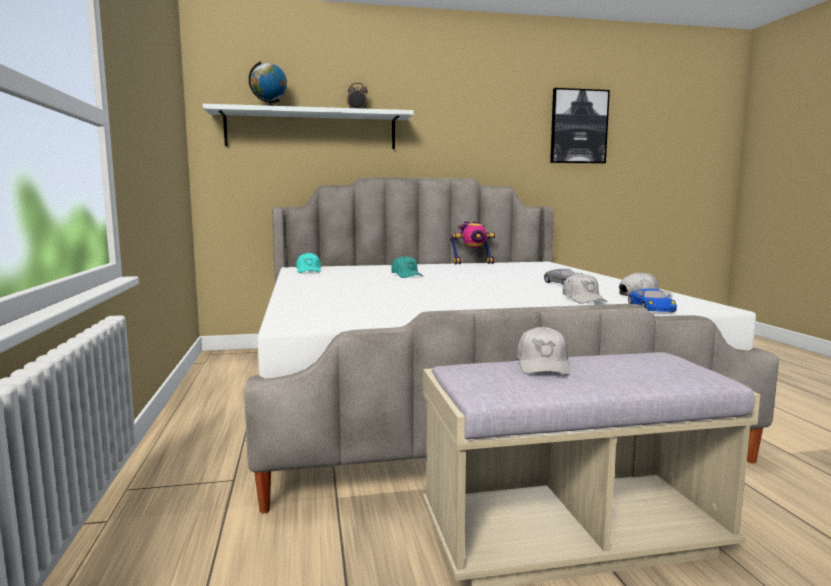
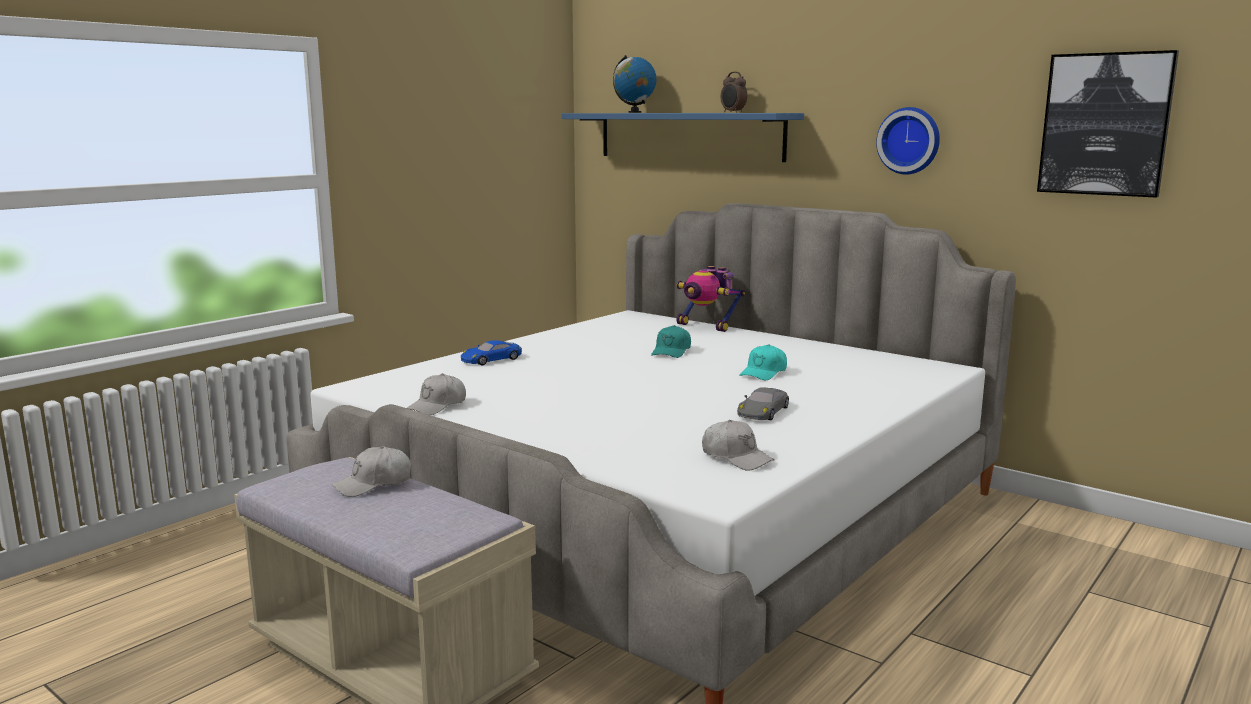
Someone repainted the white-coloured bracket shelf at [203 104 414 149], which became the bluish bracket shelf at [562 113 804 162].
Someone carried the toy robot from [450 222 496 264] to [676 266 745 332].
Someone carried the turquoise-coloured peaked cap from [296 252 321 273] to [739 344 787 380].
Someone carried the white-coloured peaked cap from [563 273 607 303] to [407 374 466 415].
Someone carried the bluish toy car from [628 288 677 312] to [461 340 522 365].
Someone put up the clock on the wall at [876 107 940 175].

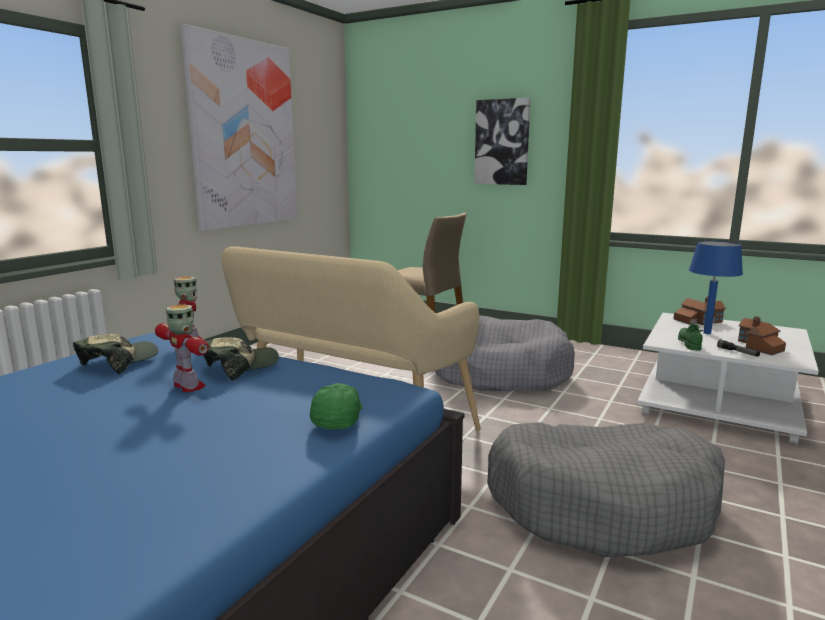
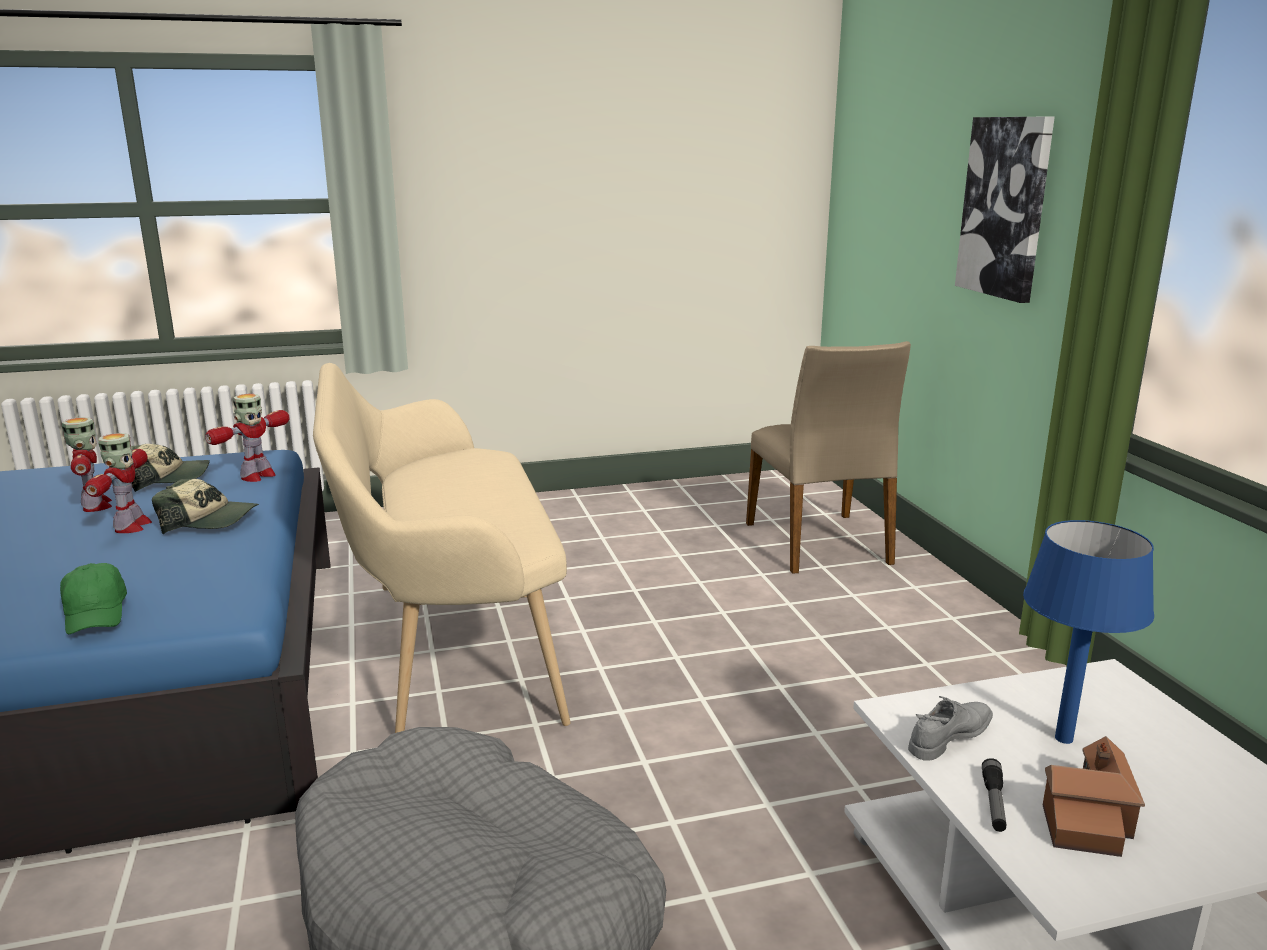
Someone took away the picture at [180 24 297 231].
Someone took away the model house at [673 297 726 325].
Someone took away the greyish dog cushion at [435 315 575 391].
Someone repainted the green low shoe at [678 323 703 351], which became the greyish low shoe at [908 696 993 761].
Someone rotated the green peaked cap at [310 383 362 429] by 105 degrees clockwise.
Someone put down the toy robot at [62 417 112 512].

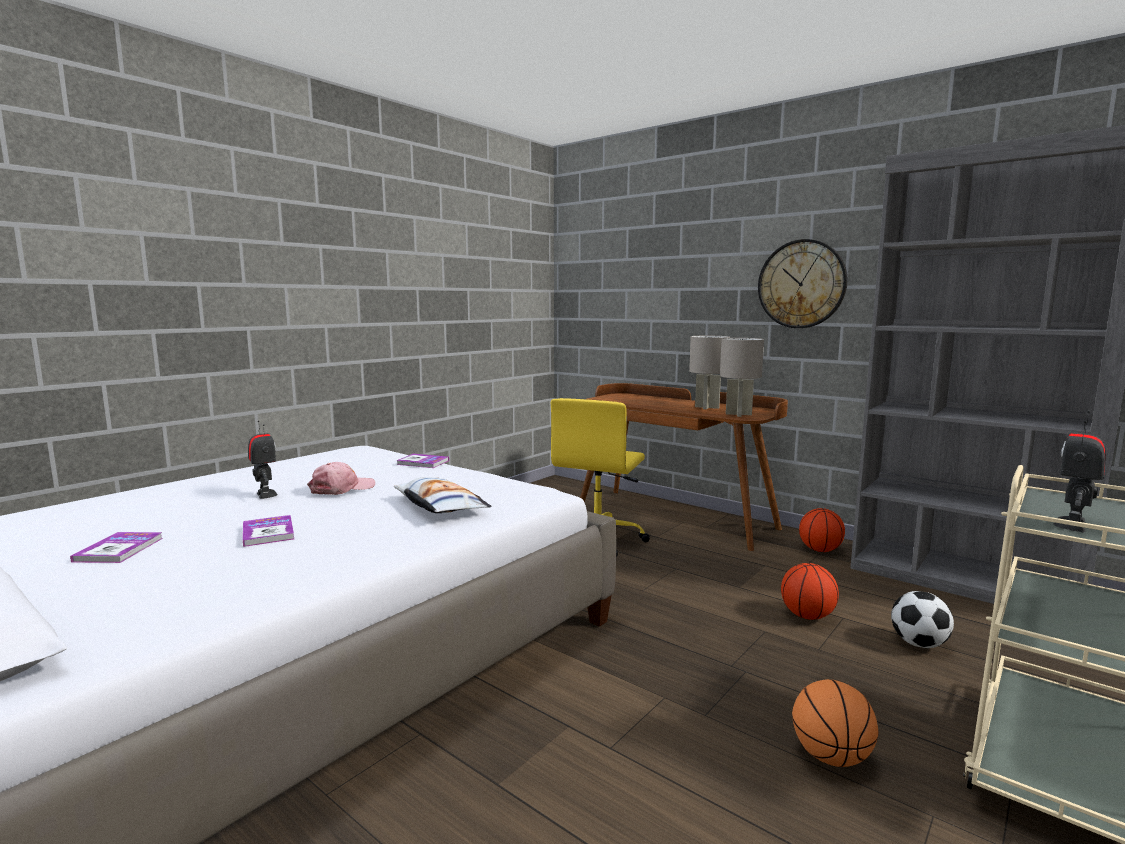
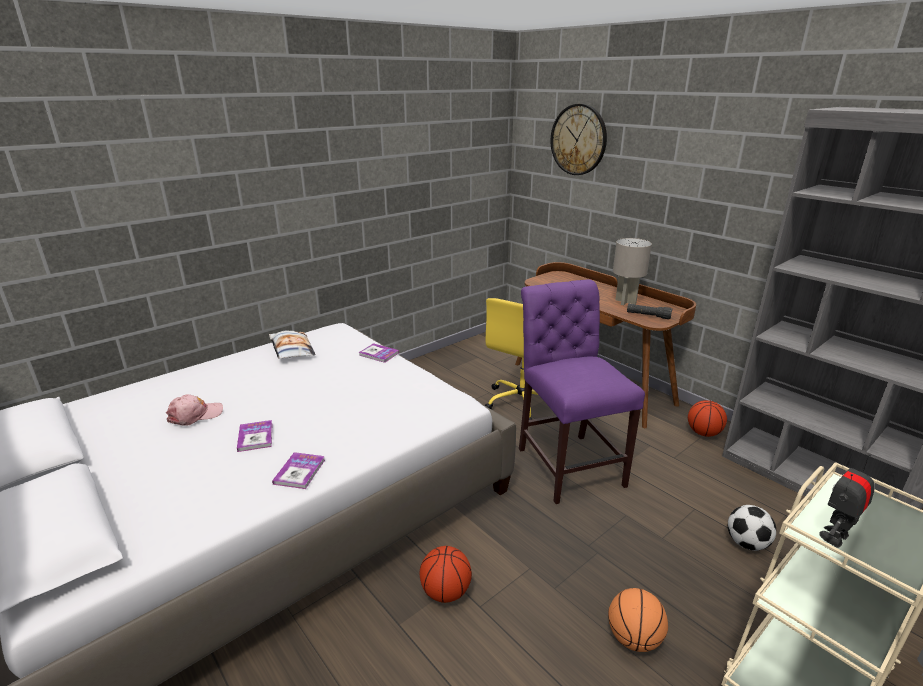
Someone carried the clock on the wall from [758 239 848 328] to [551 104 607 175].
Someone swapped the greyish lamp for a table at [720 338 764 417] for the blackish flashlight at [627 304 672 319].
Someone took away the toy robot at [248 420 278 499].
Someone carried the pinkish peaked cap from [307 462 375 495] to [166 394 223 426].
Someone carried the cushion from [394 477 491 513] to [269 330 316 359].
Someone carried the bound book from [70 532 163 563] to [272 452 325 489].
Someone carried the basketball from [781 563 839 620] to [420 546 472 603].
Someone put down the purple-coloured chair at [519 279 645 504].

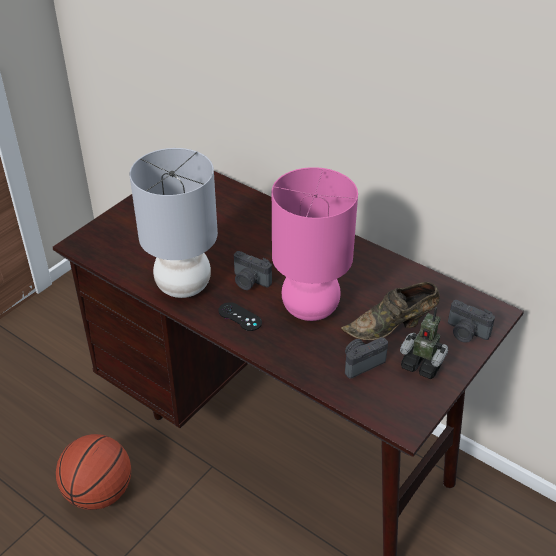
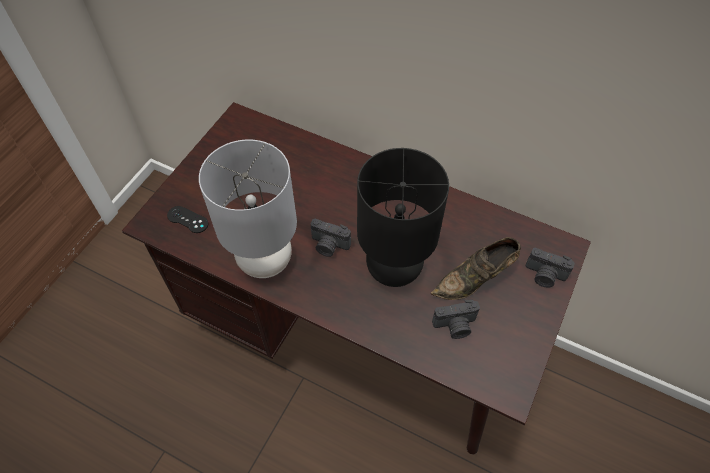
Someone repainted the pinkish lamp for a table at [272 167 358 321], which became the blackish lamp for a table at [357 148 449 287].
Someone carried the blackish game controller from [218 302 262 331] to [167 206 208 233].
Someone took away the toy robot at [400 308 448 379].
Someone rotated the still camera at [345 337 388 379] by 150 degrees counterclockwise.
Someone took away the basketball at [56 434 131 510].

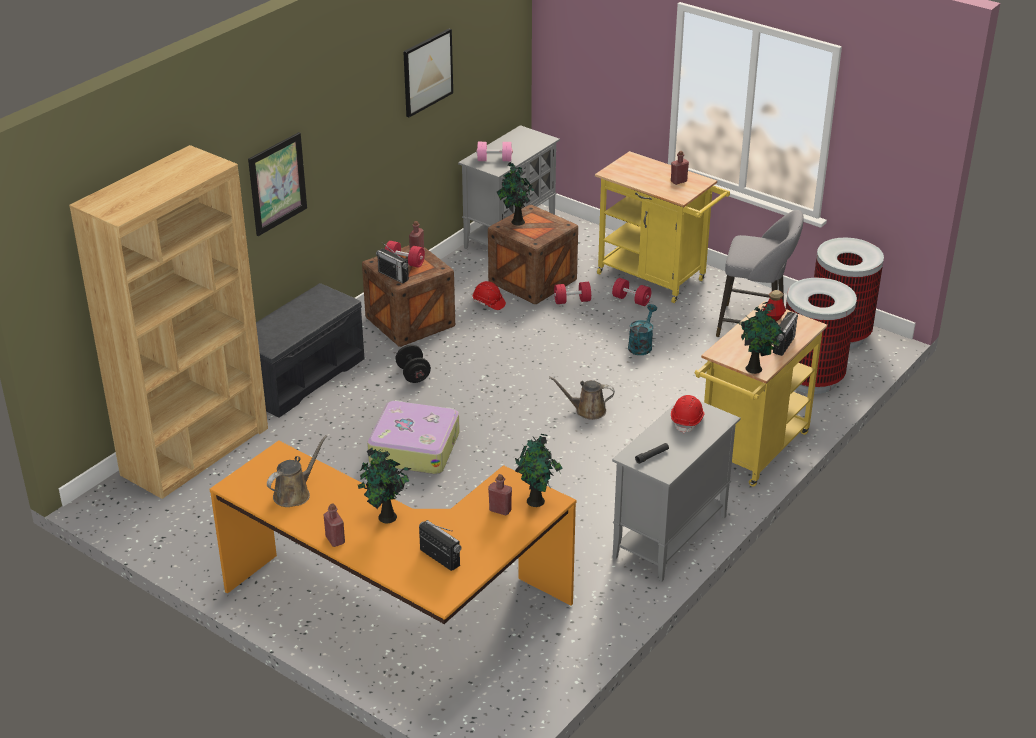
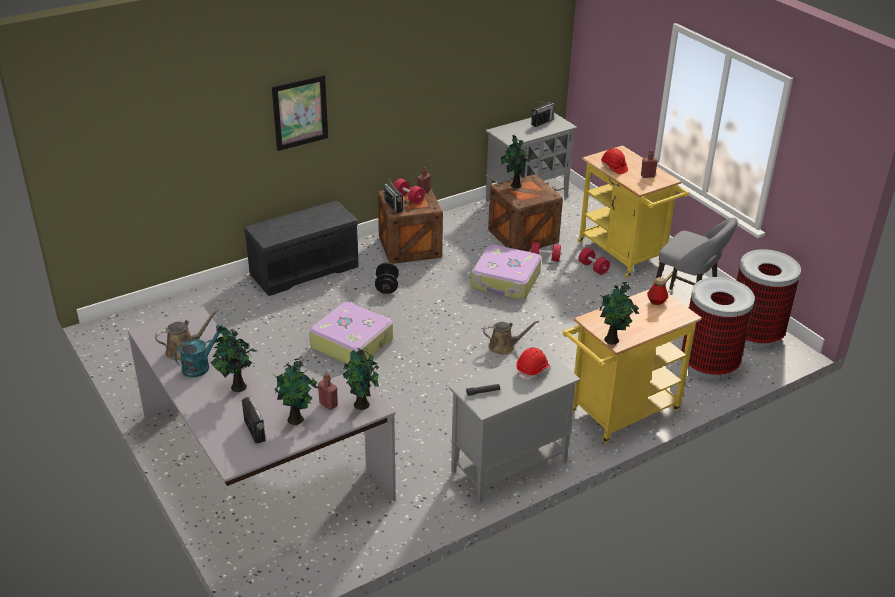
Someone took away the picture at [403 29 453 117].
Someone took away the pinkish free weight at [476 142 513 161].
Someone took away the brown shelving unit at [69 145 268 499].
Someone carried the red-coloured work helmet from [473 281 506 310] to [601 148 628 174].
Someone carried the turquoise-coloured watering can from [628 304 657 355] to [174 325 222 377].
Someone carried the radio from [773 312 798 356] to [531 102 556 127].
Someone rotated the brown watering can at [549 377 615 420] by 150 degrees clockwise.
Someone repainted the orangey desk unit at [210 441 577 624], which became the greyish desk unit at [128 307 396 502].
Someone took away the red-coloured bottle at [324 503 345 547].
Someone put down the travel case at [471 245 542 300].
Someone put down the plant in a pot at [272 358 318 425].

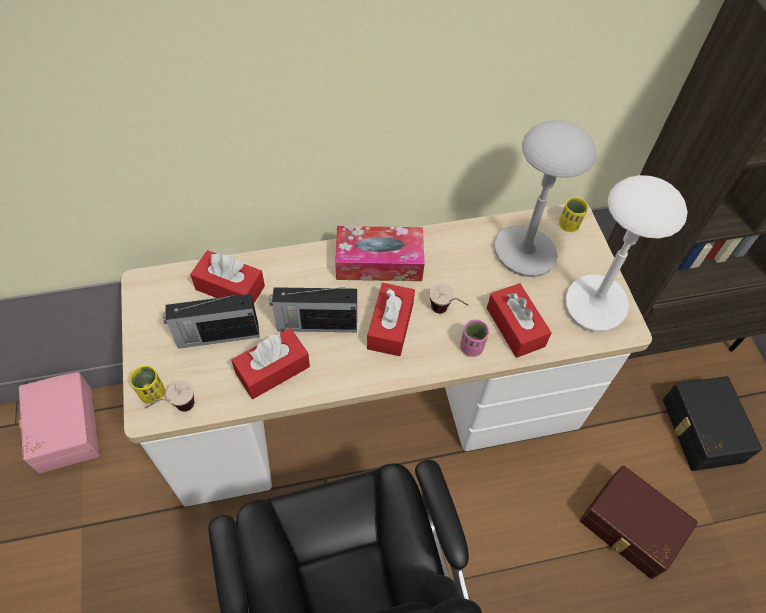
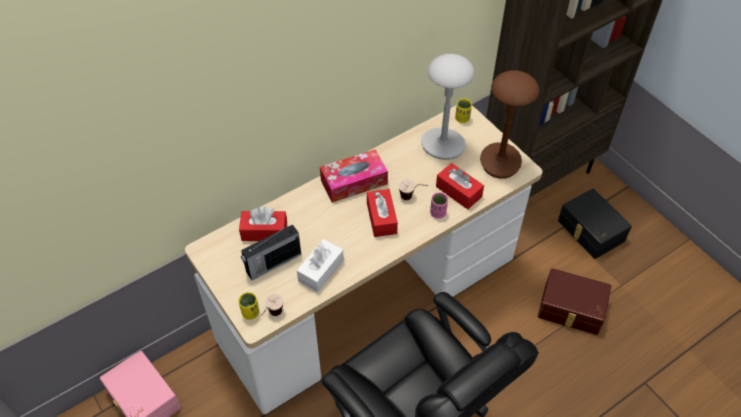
Someone repainted the white-coloured lamp for a table at [565 175 687 332], which became the brown lamp for a table at [480 70 540 179].
Someone took away the radio at [269 287 357 332].
Someone repainted the red-coloured tissue box at [231 328 310 399], which became the white-coloured tissue box at [297 239 344 292].

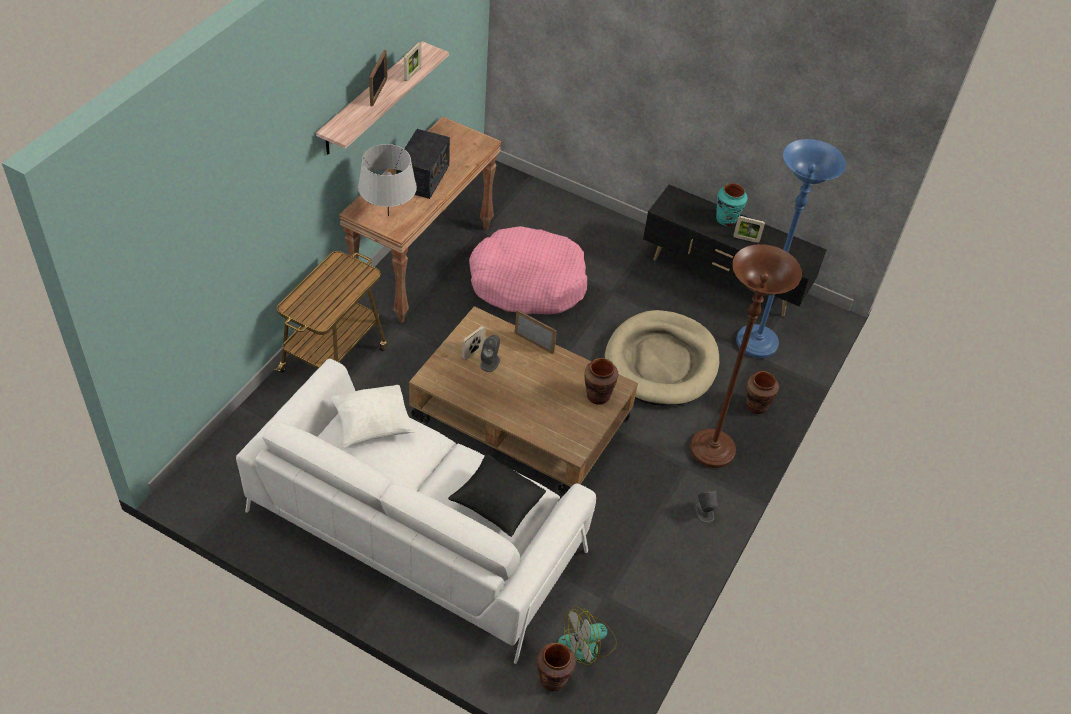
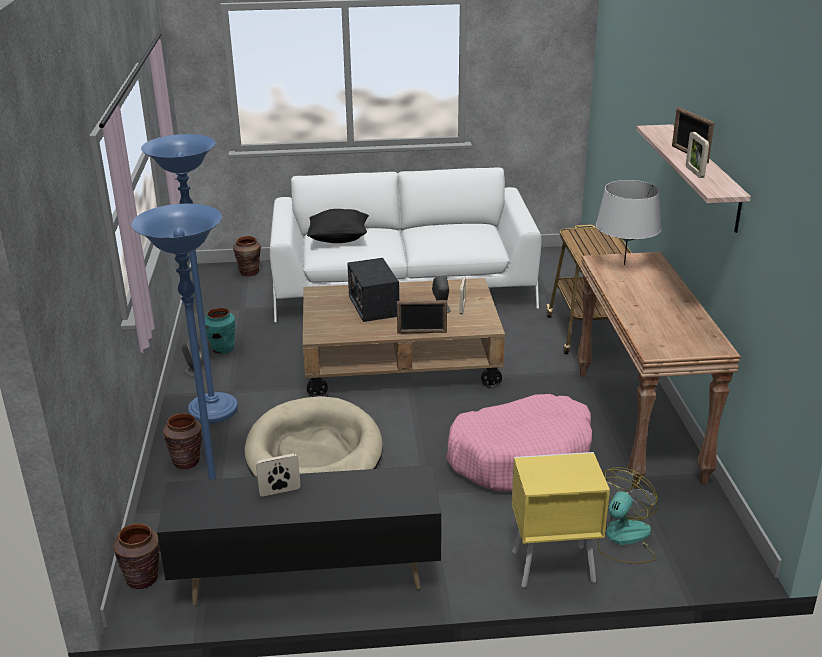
Someone carried the radio from [396 129 450 199] to [347 258 399 322].
Someone carried the turquoise-coloured decorative vase from [716 183 748 226] to [204 307 235 354].
Someone repainted the brown floor lamp at [690 244 802 468], which became the bluish floor lamp at [141 134 238 423].
Someone carried the brown decorative vase from [585 358 618 405] to [113 523 160 589].
Someone took away the white-coloured cushion at [331 385 416 448].
Someone carried the cooling fan from [558 607 617 665] to [597 467 658 564].
Someone put down the yellowish nightstand at [512 452 610 588].

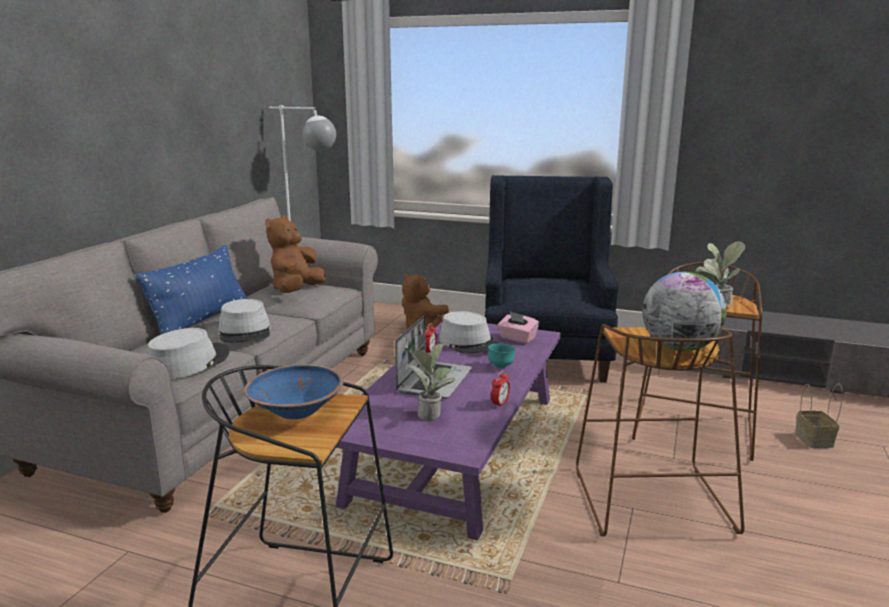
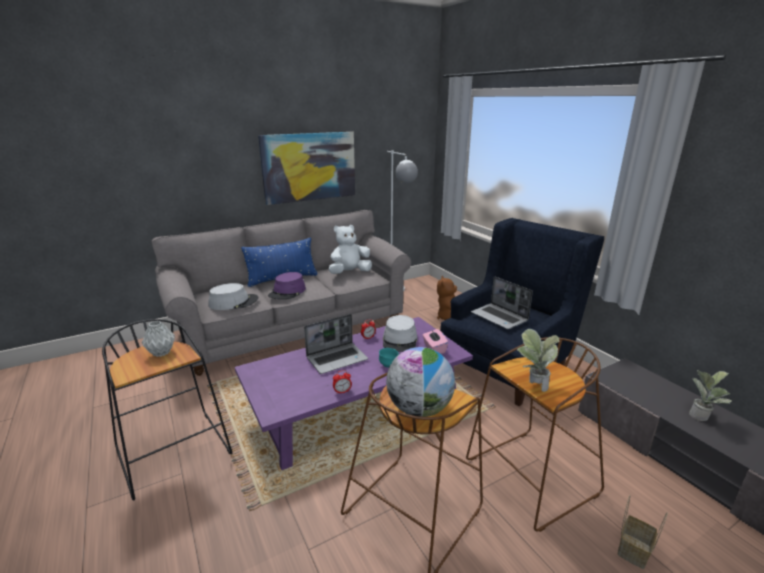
Someone repainted the brown cuddly toy at [265 216 325 293], which became the white-coloured cuddly toy at [329 225 372 274].
Someone repainted the greyish clothing hat at [218 299 271 342], which became the purple-coloured clothing hat at [268 272 306 299].
Someone carried the plant in a pot from [409 344 456 420] to [689 370 732 421].
Someone swapped the bluish deep dish at [244 364 344 419] for the greyish decorative vase at [142 321 175 357].
Someone put up the picture at [258 132 355 205].
Someone put down the notebook computer at [471 276 533 329].

